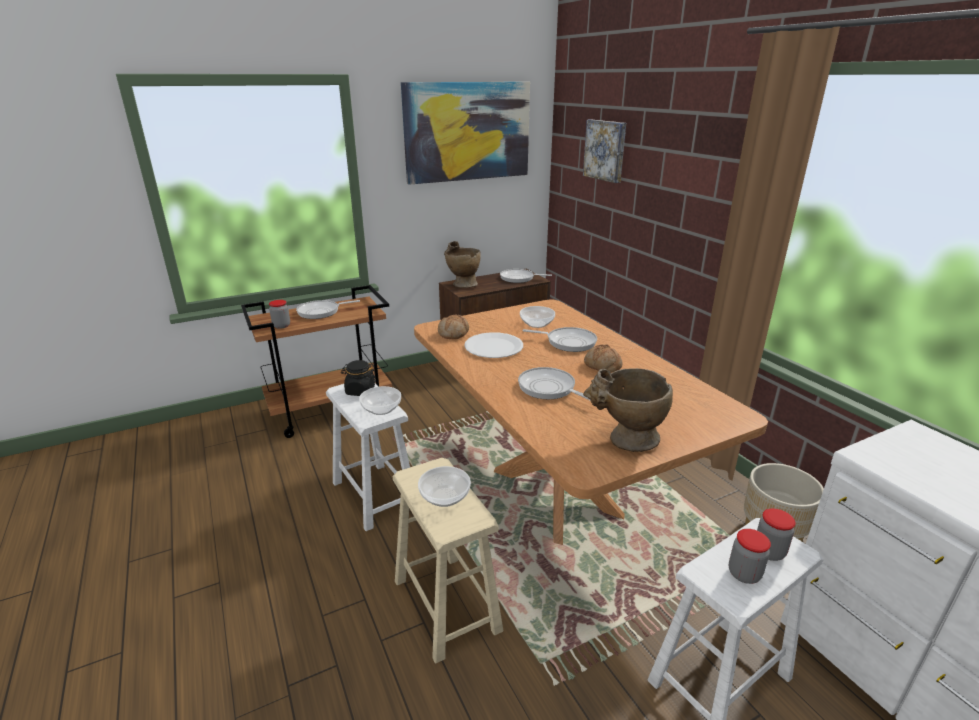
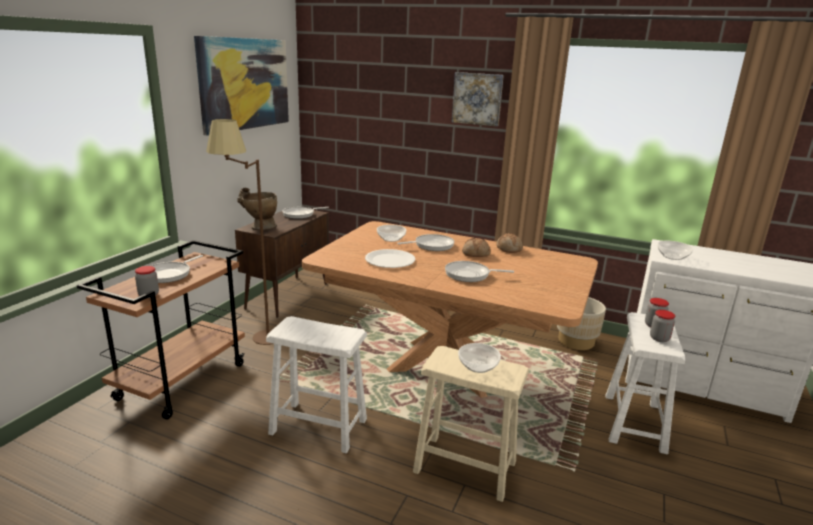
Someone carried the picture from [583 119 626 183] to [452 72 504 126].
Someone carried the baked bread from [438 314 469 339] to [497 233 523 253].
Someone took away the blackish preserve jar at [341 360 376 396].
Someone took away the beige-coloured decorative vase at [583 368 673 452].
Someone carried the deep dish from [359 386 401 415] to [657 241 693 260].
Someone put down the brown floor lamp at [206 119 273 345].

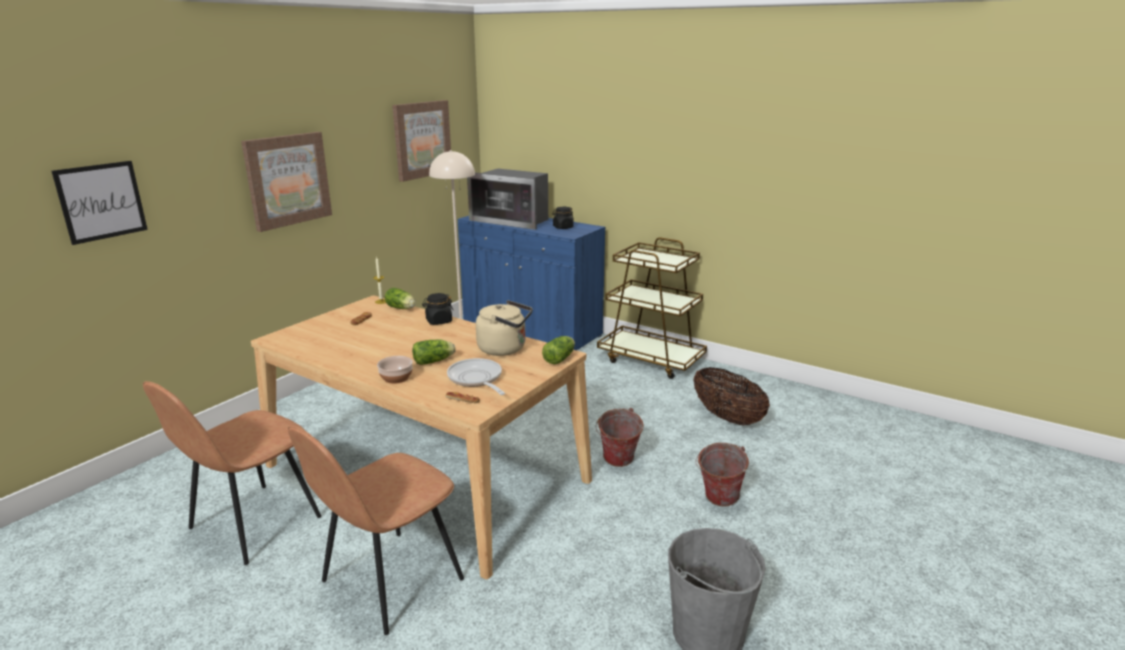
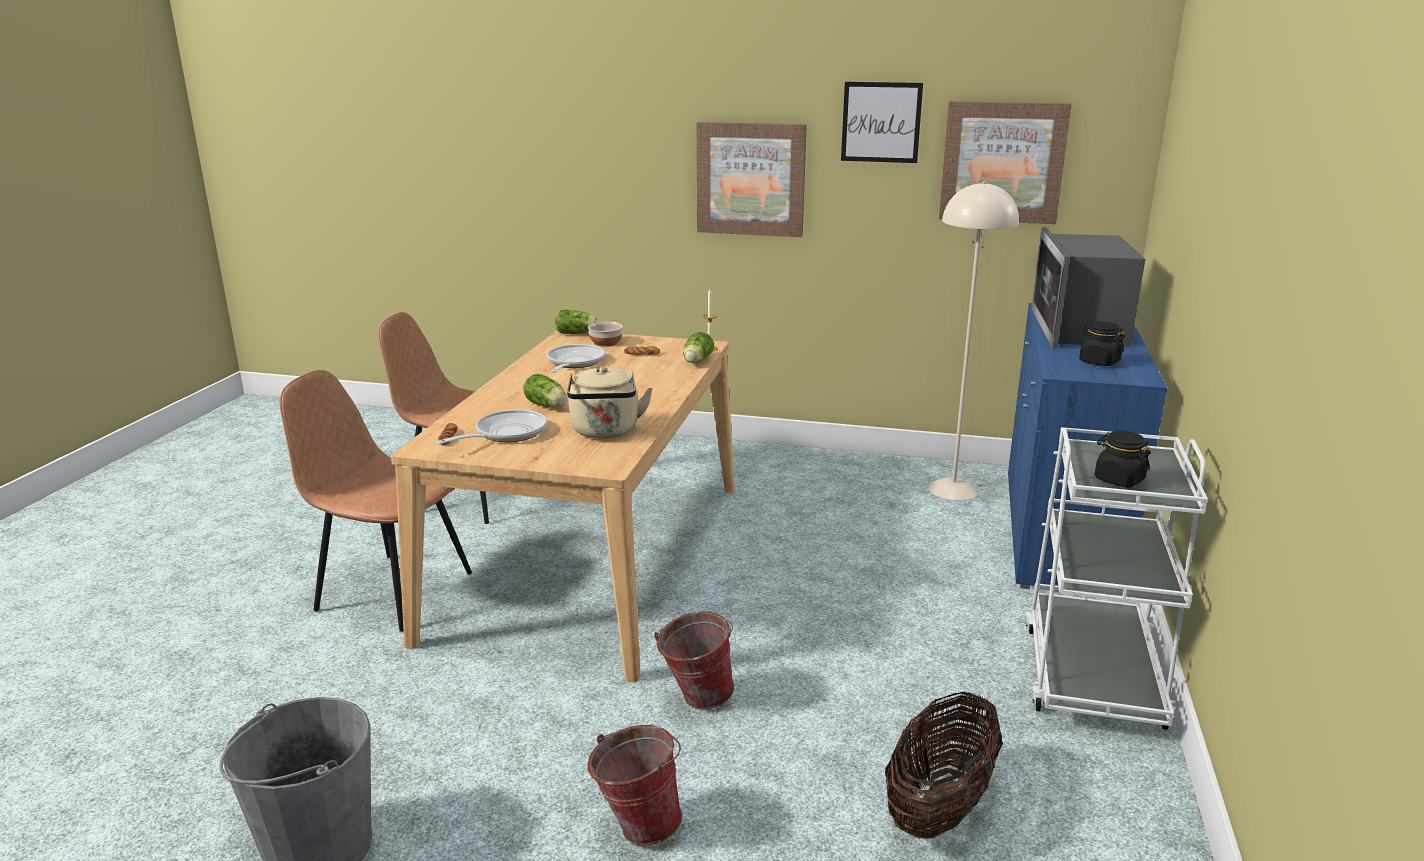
Someone carried the picture from [51 161 148 245] to [841 82 923 163].
Someone repainted the brown trolley at [597 237 707 379], which became the white-coloured trolley at [1026 427 1208 730].
Someone carried the blackish preserve jar from [422 293 453 325] to [1095 431 1151 487].
Someone carried the lettuce from [542 336 575 364] to [555 310 599 334].
Someone carried the deep dish from [377 356 413 384] to [588 322 623 347].
Someone put down the pan at [547 344 605 373].

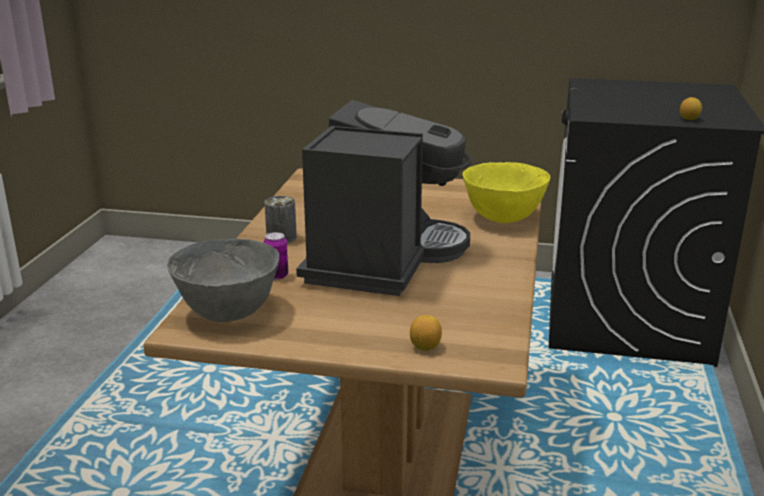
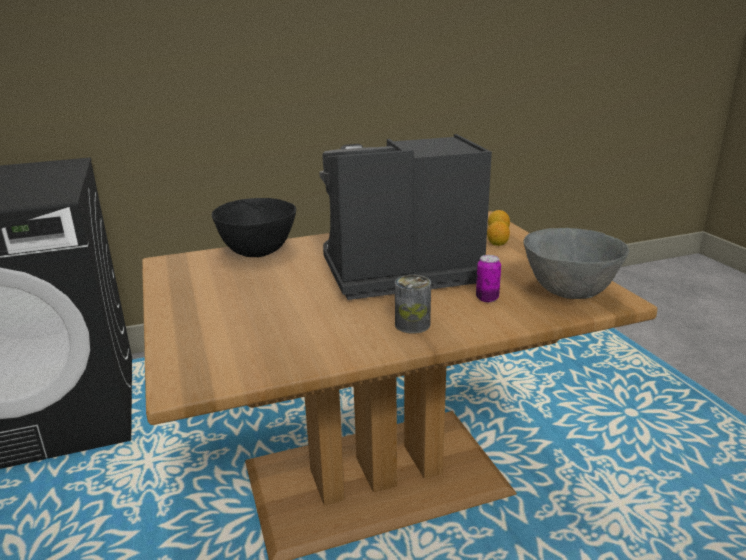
Someone carried the citrus fruit from [680 97 702 120] to [487 221 510 246].
Someone repainted the yellowish deep dish at [463 162 550 223], which became the blackish deep dish at [212 198 296 257].

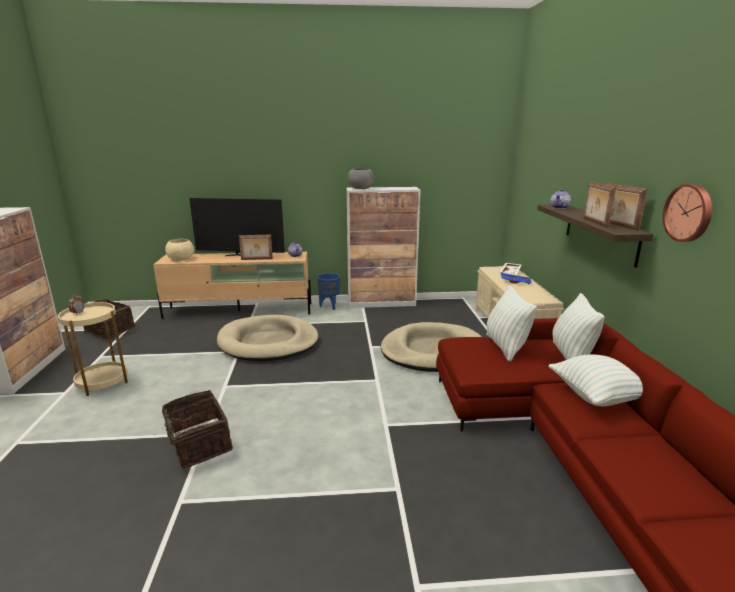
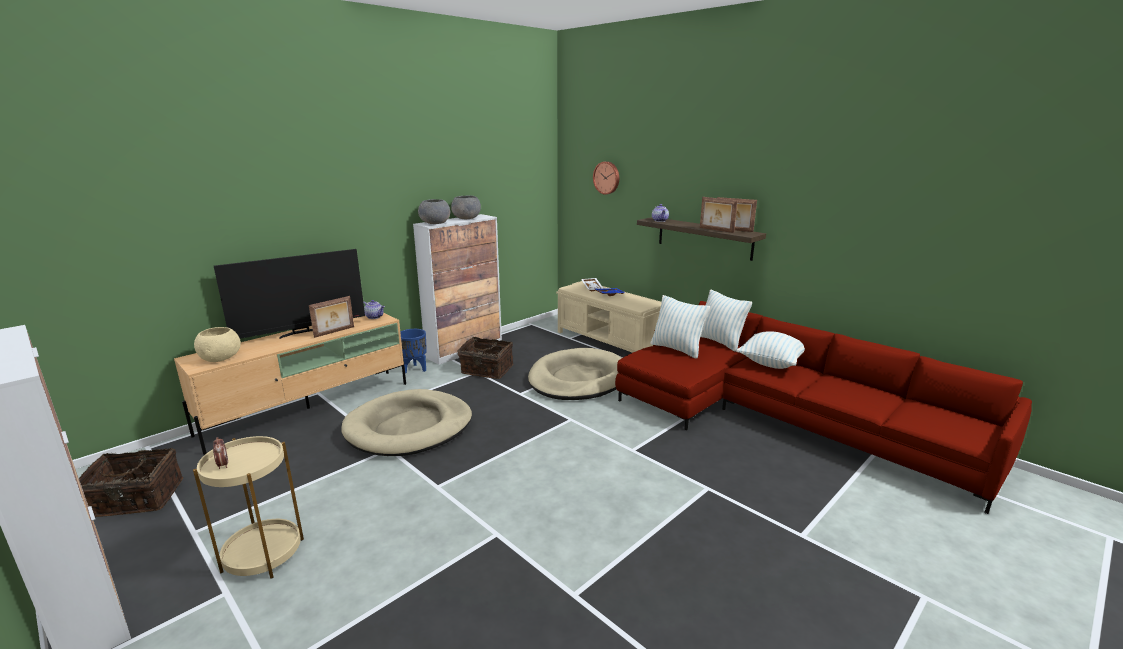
Someone carried the clock on the wall from [663 184 712 242] to [593 161 619 195].
Someone carried the basket from [154 390 233 468] to [458 337 514 379].
Someone put down the greyish deep dish at [451 196 481 219].

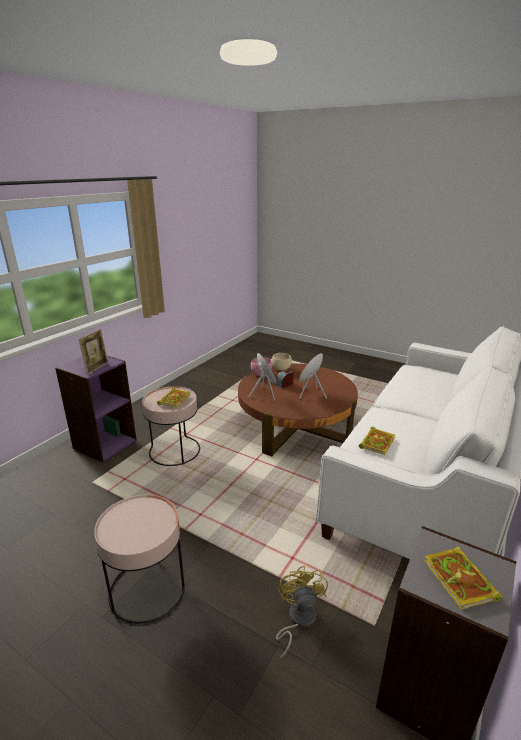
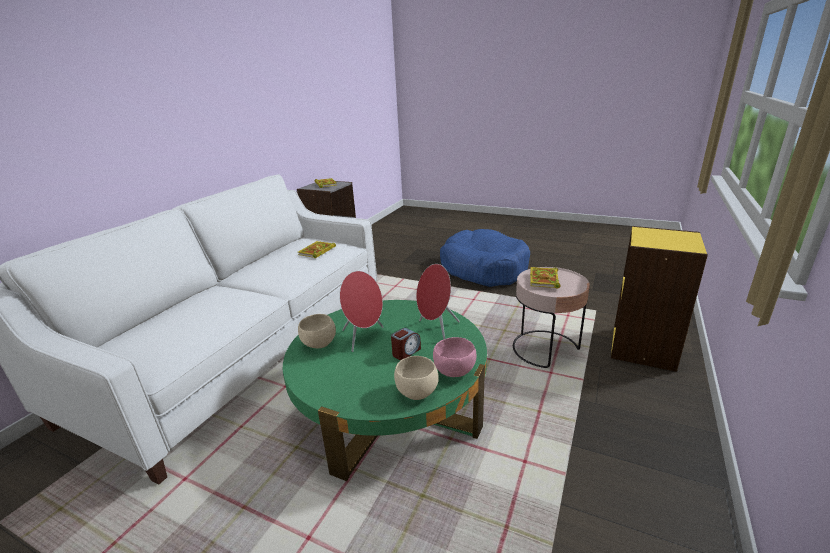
Someone took away the picture frame at [78 329 108 375].
Someone repainted the purple-coloured shelving unit at [55 356 137 463], which became the yellowish shelving unit at [611 226 708 372].
Someone repainted the brown lounge table at [238 364 358 456], which became the green lounge table at [283 300 487 481].
Someone swapped the pinkish accent table at [94 495 185 624] for the bluish dog cushion at [440 229 530 287].
Someone took away the yellowish cooling fan at [276 566 328 659].
Someone put down the beige-coloured deep dish at [298 314 336 348].

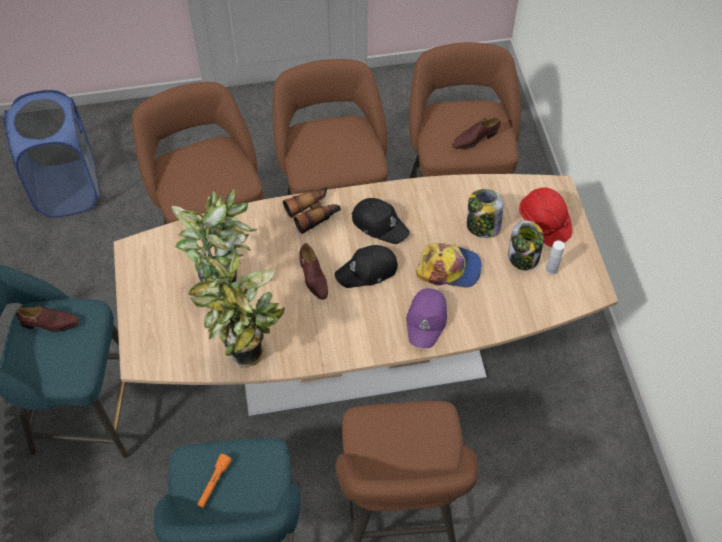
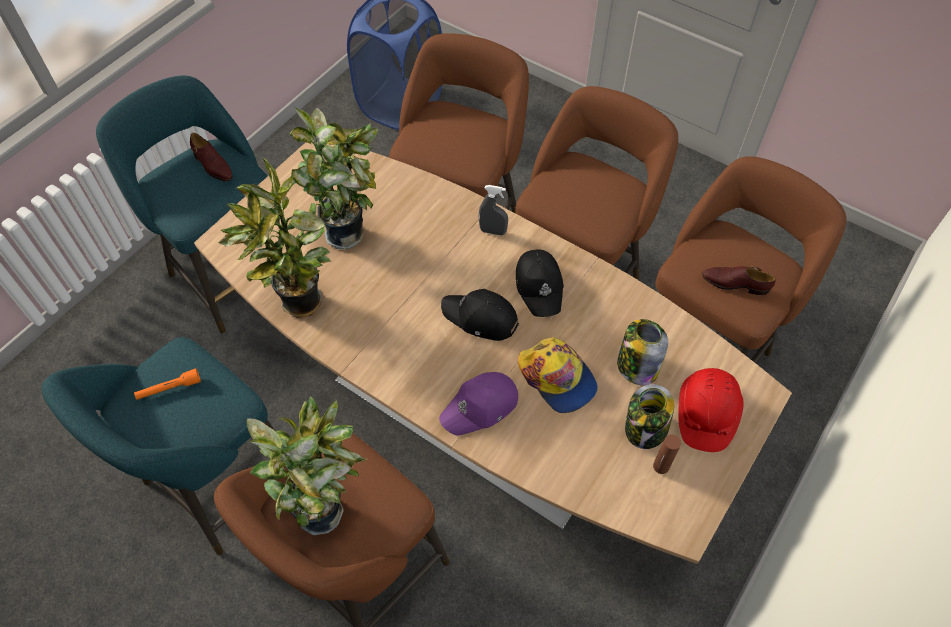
Someone swapped the pair of binoculars at [283 187 341 234] for the greyish spray bottle at [479 185 508 235].
Someone repainted the white-coloured bottle at [546 240 565 275], which became the brown bottle at [653 434 681 474].
Someone took away the brown low shoe at [299 243 328 300].
Someone put down the plant in a pot at [247 396 367 535].

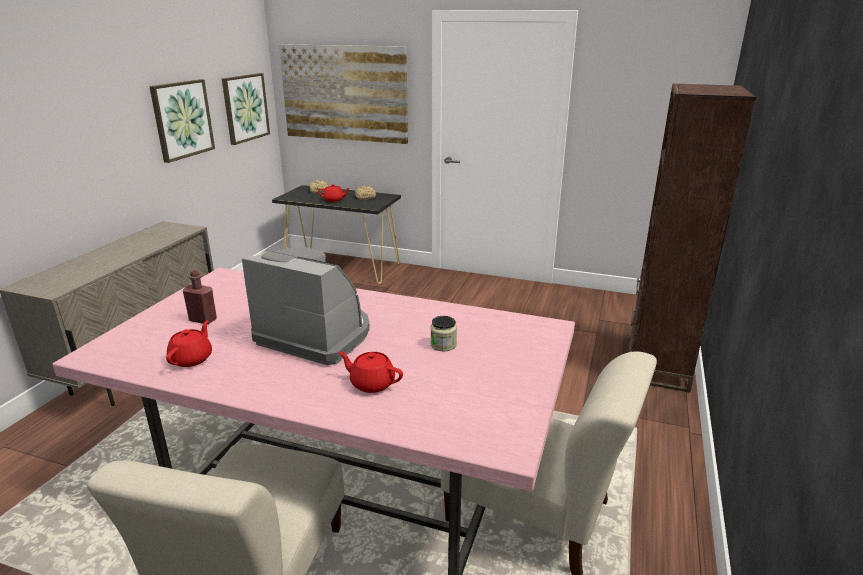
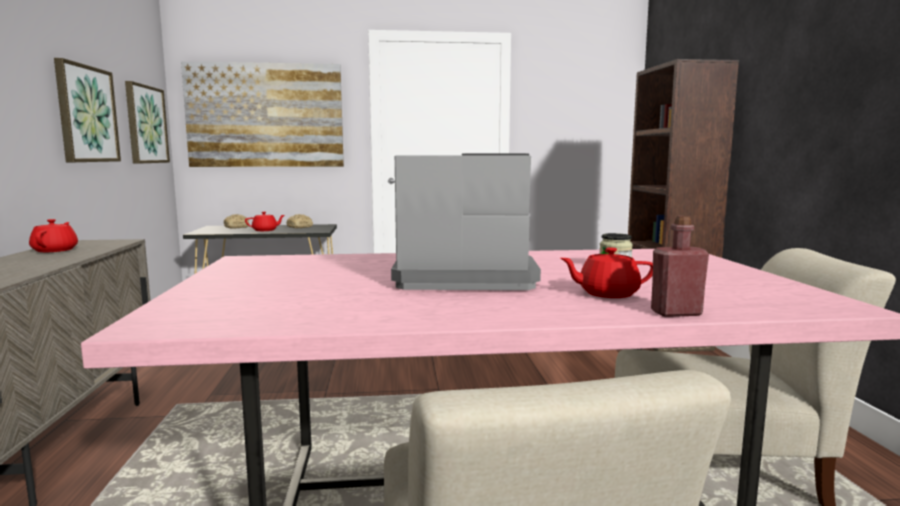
Someone carried the red-coloured bottle from [183 270 217 324] to [651 216 709 317].
Someone carried the red-coloured pot for tea from [166 320 212 367] to [29 219 78 252].

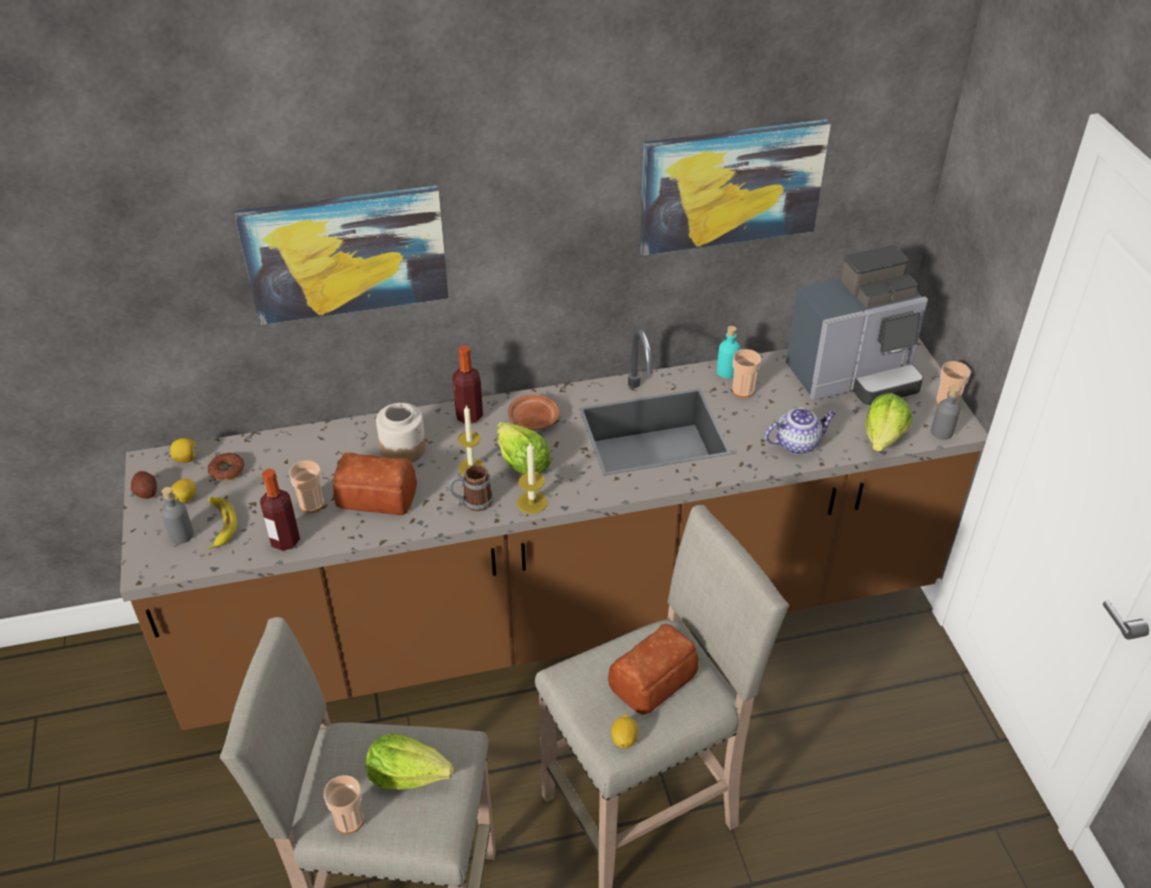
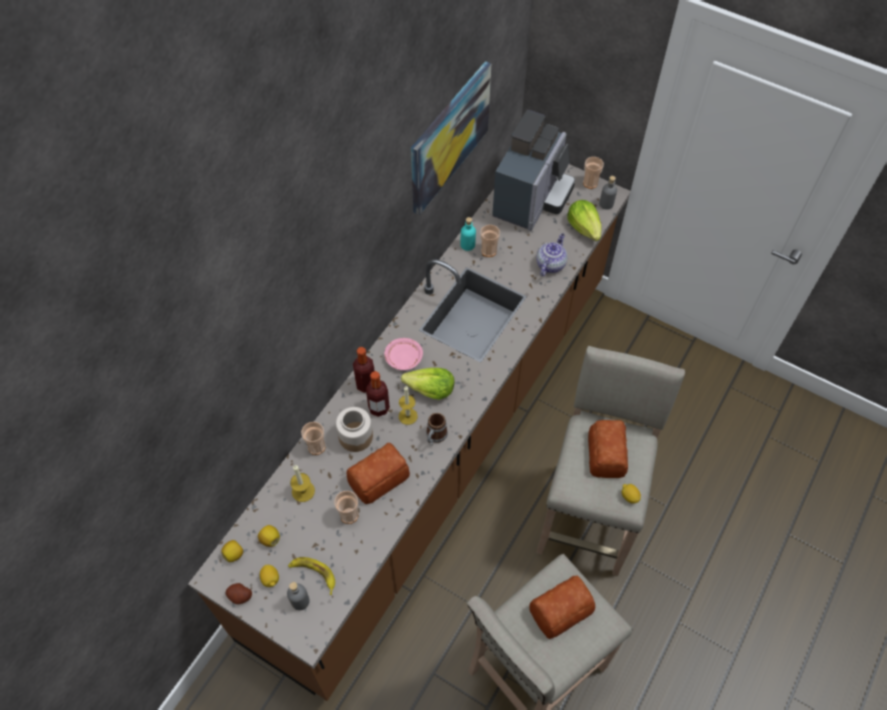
Someone took away the picture at [235 186 449 325].
Someone repainted the brown dinner plate at [508 394 560 430], which became the pinkish dinner plate at [384 338 423 370].
Someone carried the wax candle from [517 443 548 514] to [290 465 315 502].
Someone swapped the doughnut at [208 453 244 481] for the citrus fruit at [258 525 280 547].
Someone carried the bottle from [260 469 300 551] to [366 371 390 417].
Someone swapped the lettuce at [365 733 454 789] for the baked bread at [529 576 595 639].
Someone carried the cup from [324 775 364 834] to [301 422 326 455].

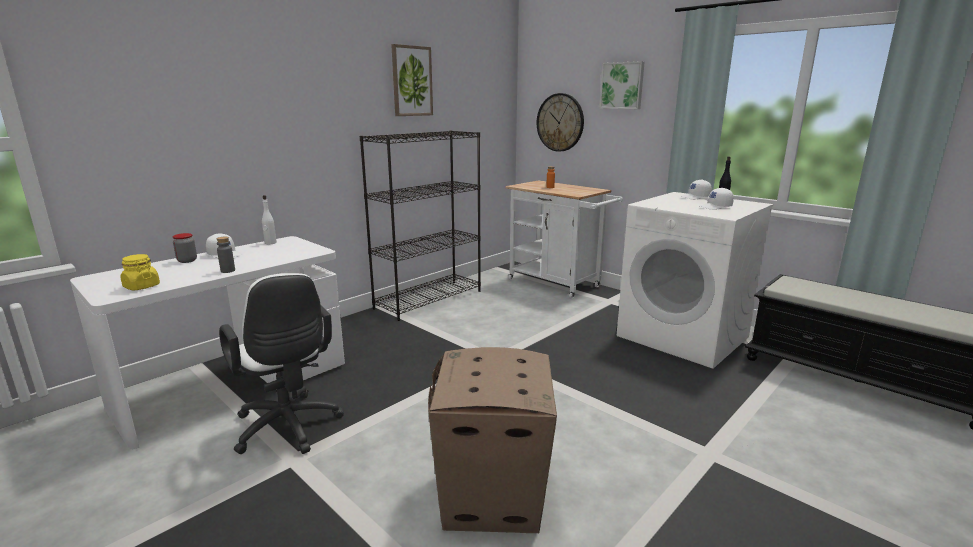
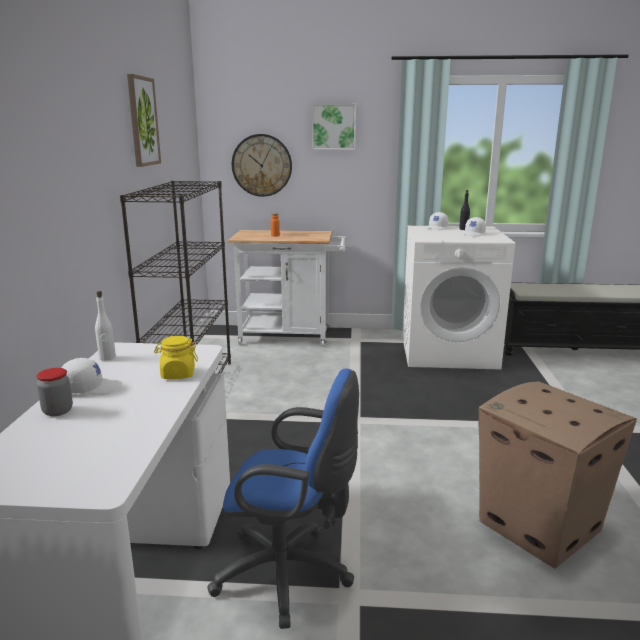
Someone took away the greyish bottle at [217 237 235 273].
Someone carried the yellowish preserve jar from [120 254 160 290] to [154 336 198 379].
Someone repainted the white-coloured office chair at [219 273 344 454], which became the bluish office chair at [207 369 359 629].

